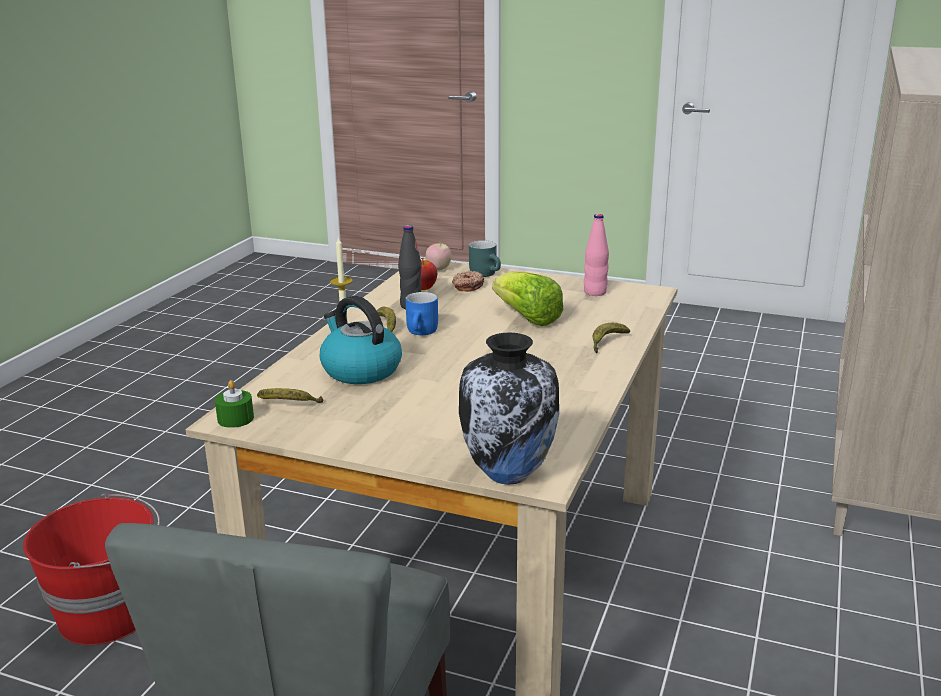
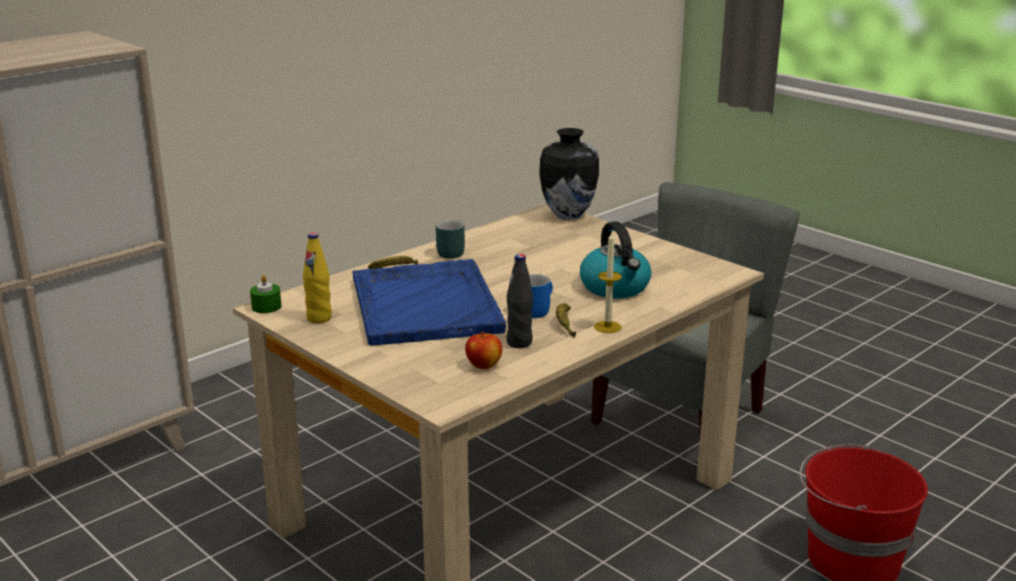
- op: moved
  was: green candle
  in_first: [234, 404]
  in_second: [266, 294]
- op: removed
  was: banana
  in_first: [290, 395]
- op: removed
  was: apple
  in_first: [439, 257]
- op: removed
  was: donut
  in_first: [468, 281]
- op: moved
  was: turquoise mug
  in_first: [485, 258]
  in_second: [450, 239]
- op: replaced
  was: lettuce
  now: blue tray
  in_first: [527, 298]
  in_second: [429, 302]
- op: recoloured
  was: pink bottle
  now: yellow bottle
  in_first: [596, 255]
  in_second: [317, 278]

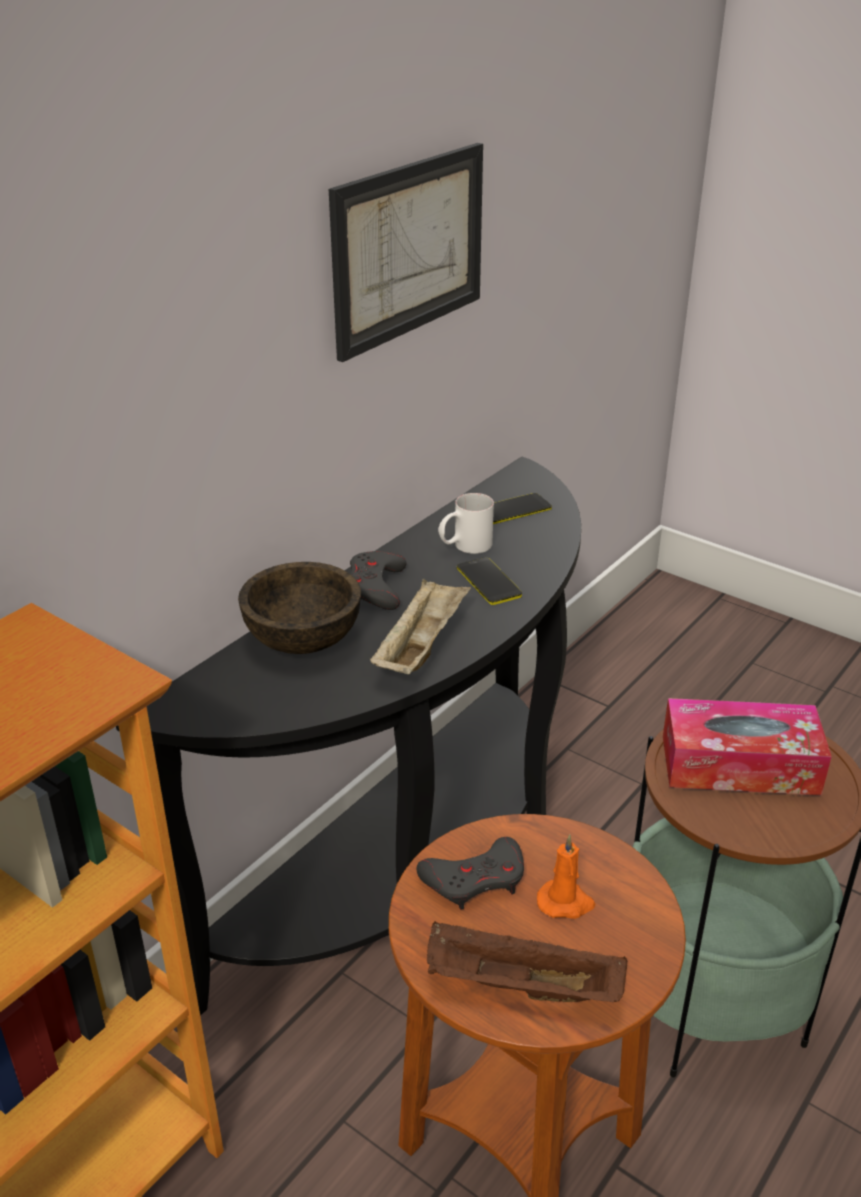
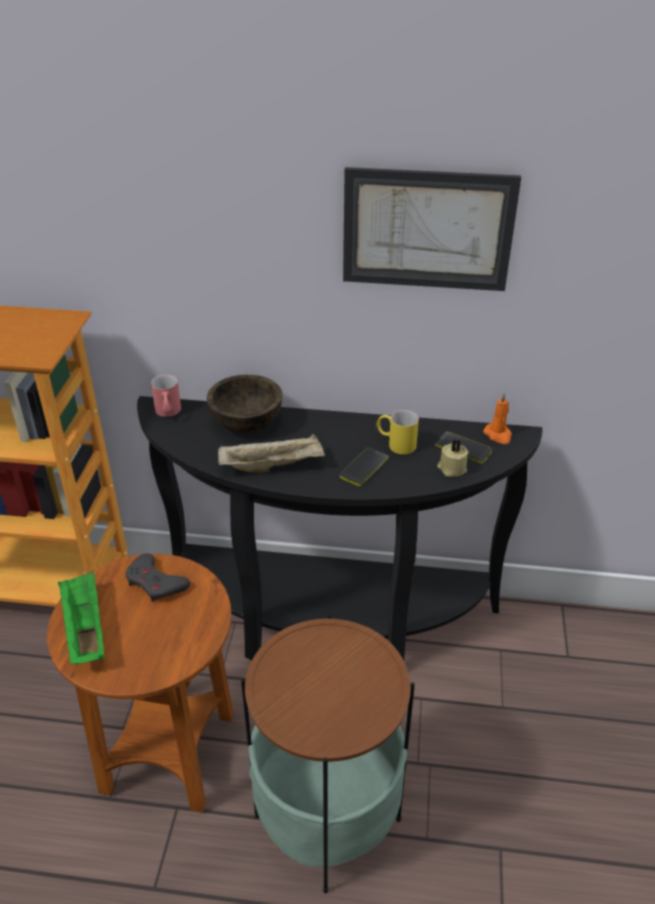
- op: removed
  was: grey game controller
  in_first: [378, 580]
- op: recoloured
  was: brown tray
  now: green tray
  in_first: [527, 961]
  in_second: [81, 617]
- op: recoloured
  was: white mug
  now: yellow mug
  in_first: [466, 523]
  in_second: [397, 432]
- op: moved
  was: orange candle
  in_first: [566, 876]
  in_second: [497, 418]
- op: removed
  was: tissue box
  in_first: [747, 747]
- op: added
  now: red mug
  in_second: [166, 396]
- op: added
  now: beige candle
  in_second: [452, 458]

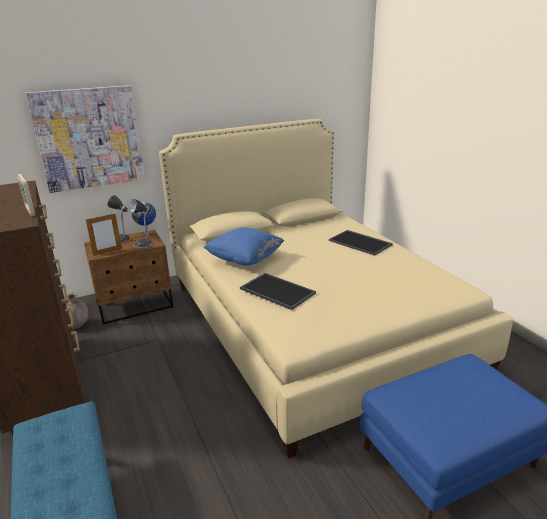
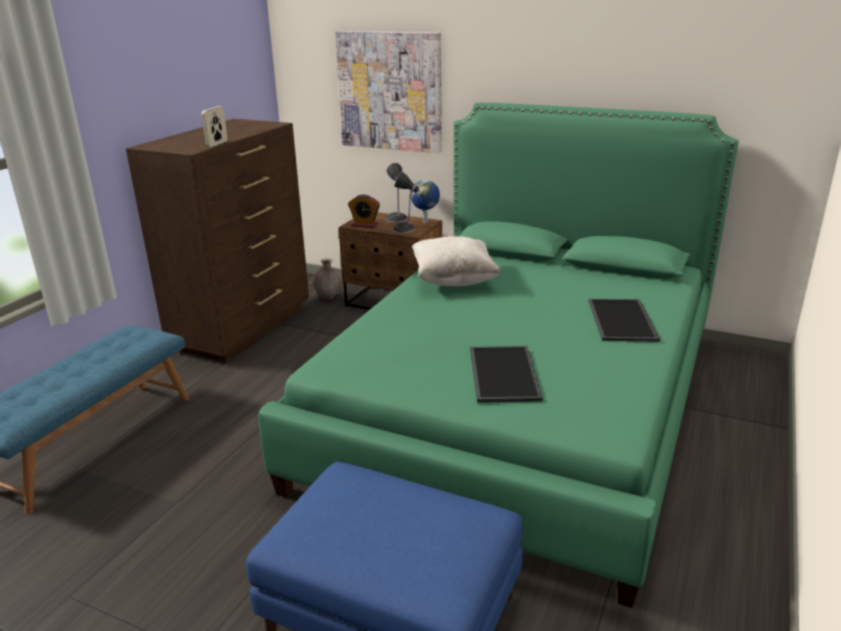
- op: replaced
  was: picture frame
  now: alarm clock
  in_first: [104, 234]
  in_second: [364, 211]
- op: recoloured
  was: beige bed
  now: green bed
  in_first: [336, 288]
  in_second: [498, 355]
- op: recoloured
  was: blue pillow
  now: beige pillow
  in_first: [243, 246]
  in_second: [456, 261]
- op: moved
  was: tray
  in_first: [278, 291]
  in_second: [506, 374]

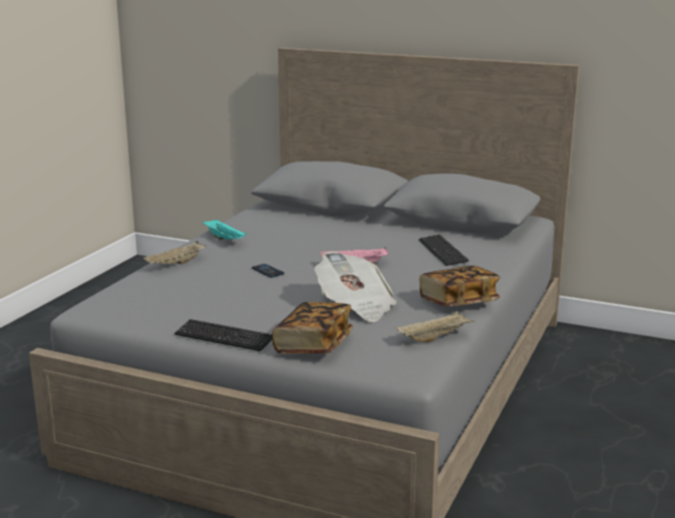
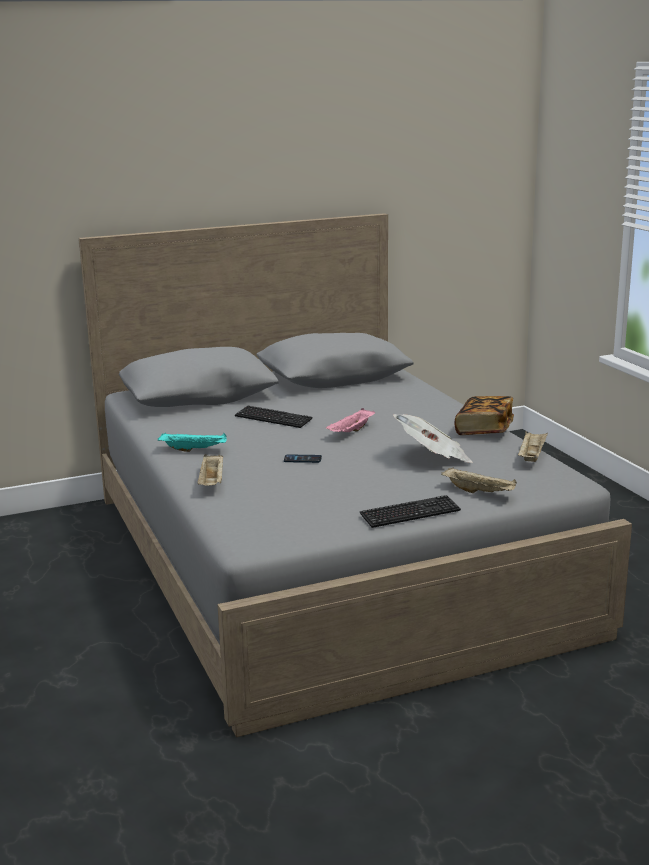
- op: replaced
  was: book
  now: beige tray
  in_first: [312, 328]
  in_second: [479, 480]
- op: moved
  was: keyboard
  in_first: [444, 250]
  in_second: [274, 417]

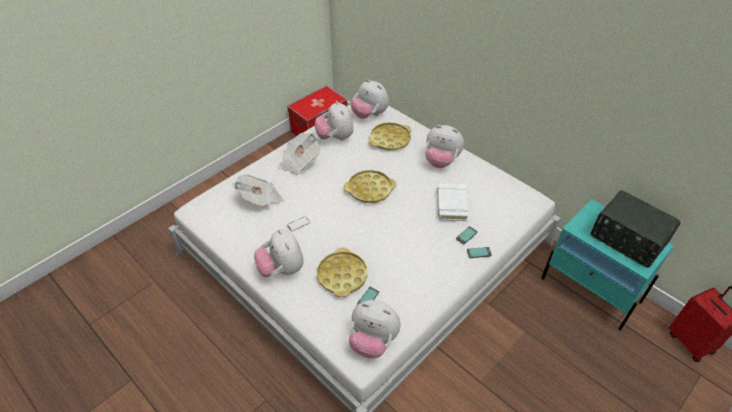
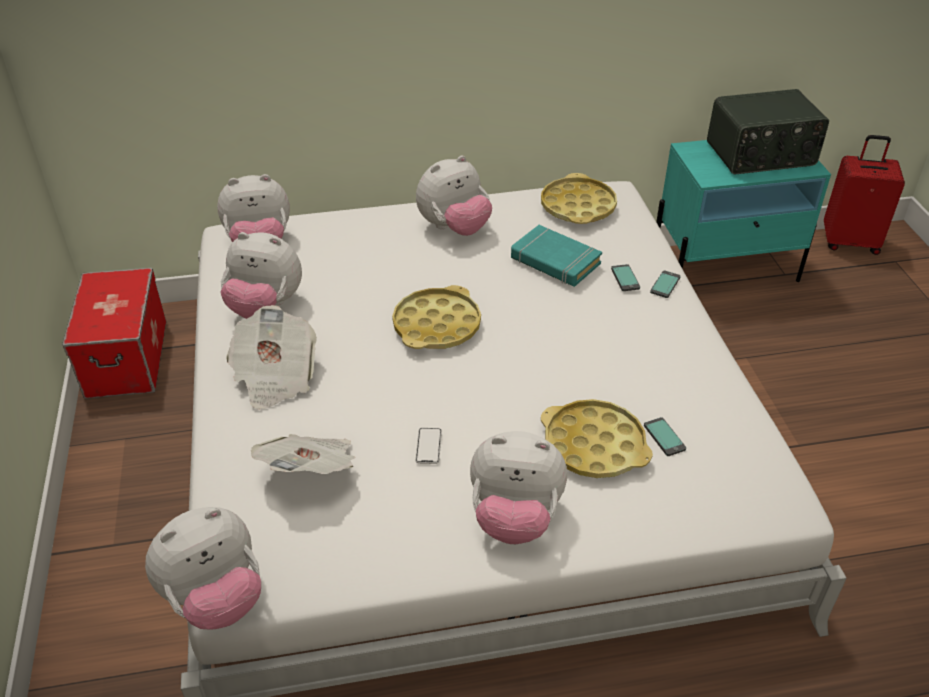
- op: moved
  was: plush toy
  in_first: [375, 329]
  in_second: [203, 568]
- op: moved
  was: yellow tray
  in_first: [390, 136]
  in_second: [579, 198]
- op: recoloured
  was: white book
  now: turquoise book
  in_first: [452, 202]
  in_second: [556, 256]

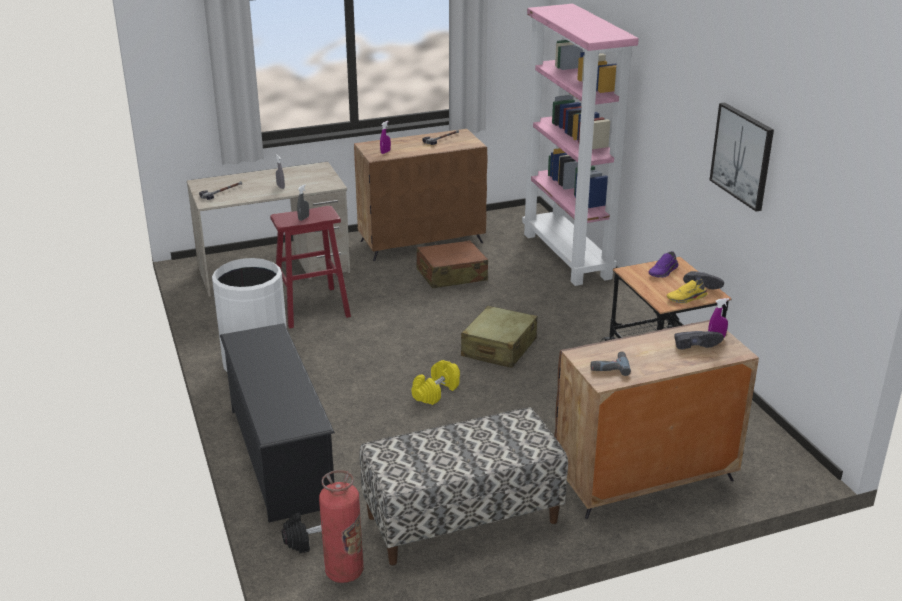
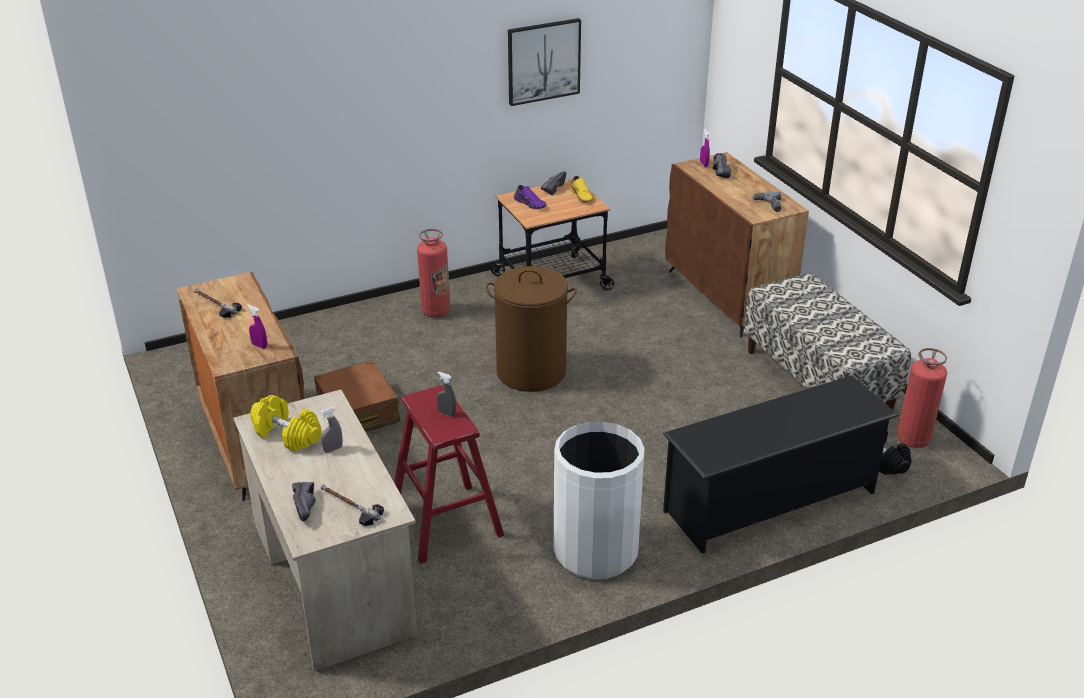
- op: moved
  was: yellow dumbbell
  in_first: [436, 382]
  in_second: [285, 423]
- op: replaced
  was: beige suitcase
  now: brown laundry basket
  in_first: [499, 337]
  in_second: [531, 329]
- op: removed
  was: pink bookcase
  in_first: [580, 145]
- op: added
  now: black shoe
  in_second: [304, 501]
- op: added
  now: fire extinguisher
  in_second: [434, 273]

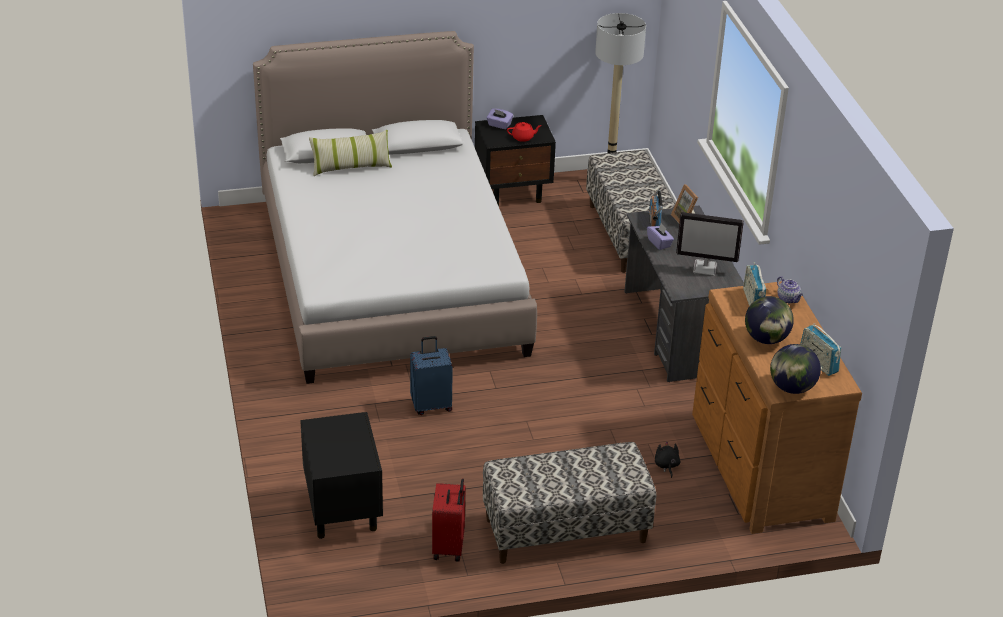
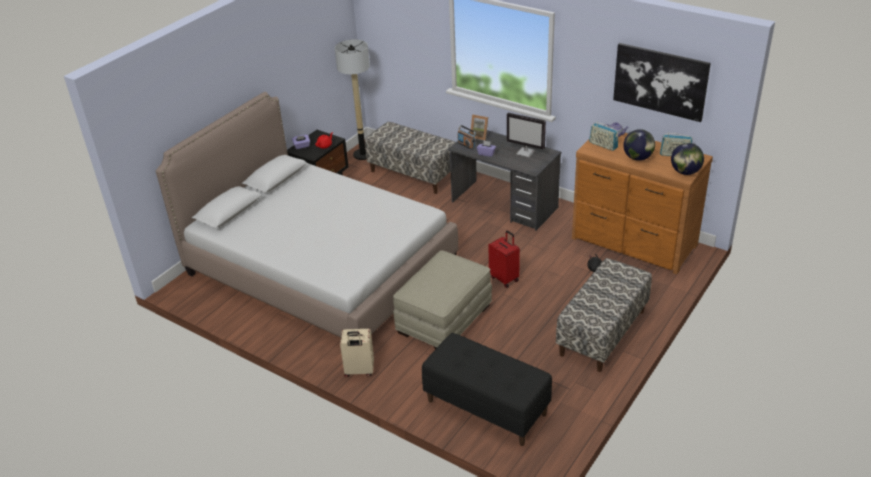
- op: replaced
  was: black nightstand
  now: black bench
  in_first: [341, 475]
  in_second: [487, 389]
- op: removed
  was: pillow
  in_first: [350, 153]
- op: replaced
  was: blue suitcase
  now: beige ottoman
  in_first: [431, 375]
  in_second: [442, 299]
- op: moved
  was: red suitcase
  in_first: [449, 520]
  in_second: [504, 259]
- op: turned
  was: monitor
  in_first: [710, 244]
  in_second: [526, 135]
  clockwise: 60
- op: added
  now: beige suitcase
  in_second: [357, 353]
- op: added
  now: picture
  in_second: [662, 82]

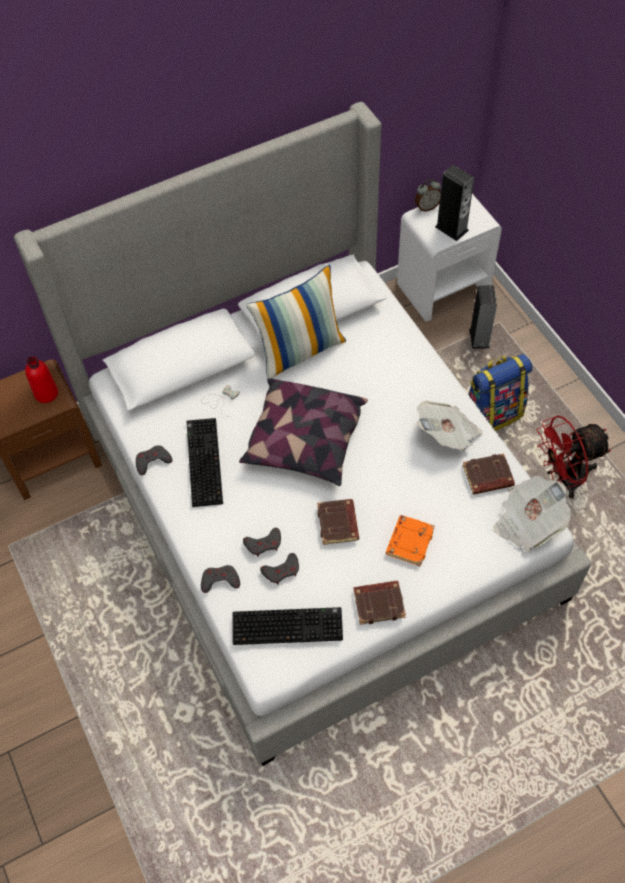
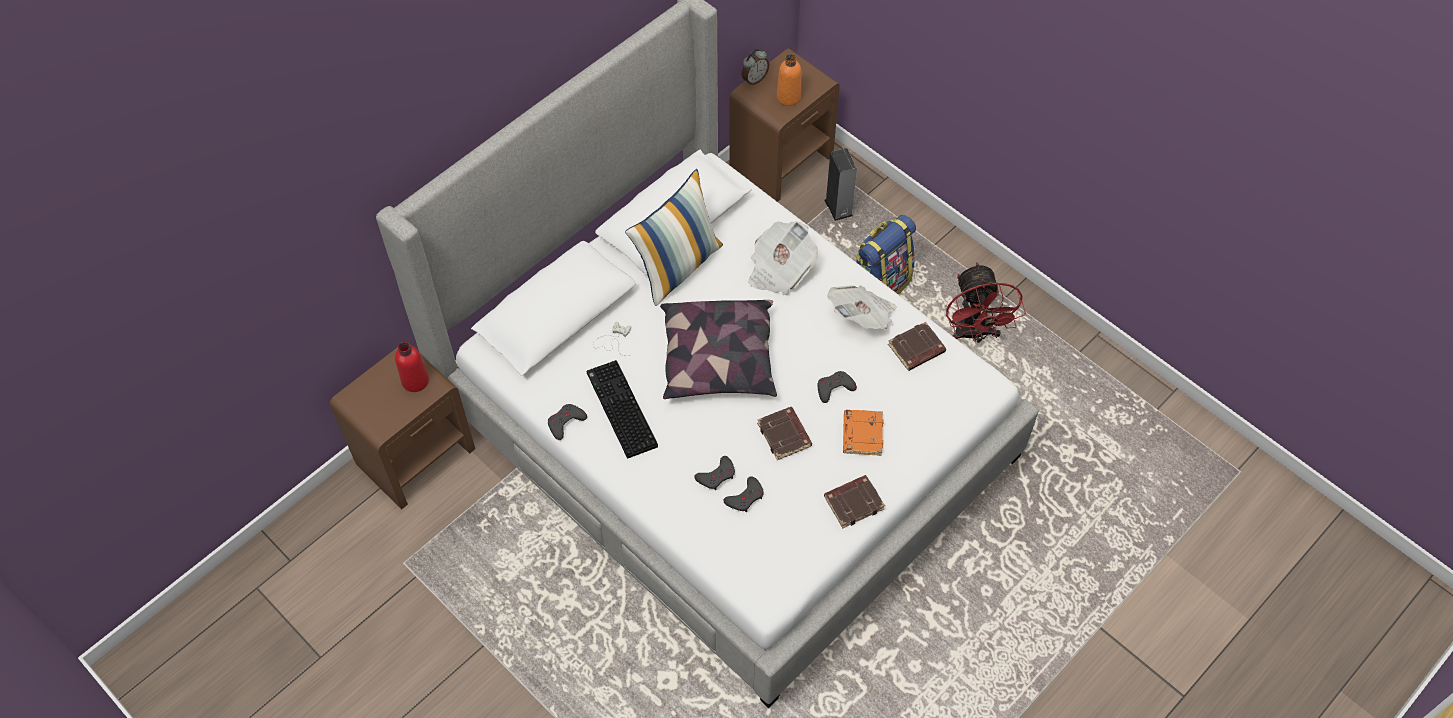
- op: moved
  was: grey game controller
  in_first: [220, 579]
  in_second: [837, 387]
- op: removed
  was: keyboard
  in_first: [287, 626]
- op: recoloured
  was: white nightstand
  now: brown nightstand
  in_first: [449, 258]
  in_second: [784, 125]
- op: replaced
  was: speaker
  now: orange bottle
  in_first: [454, 203]
  in_second: [789, 80]
- op: moved
  was: newspaper
  in_first: [532, 514]
  in_second: [783, 258]
- op: turned
  was: red fan
  in_first: [574, 457]
  in_second: [986, 302]
  clockwise: -60

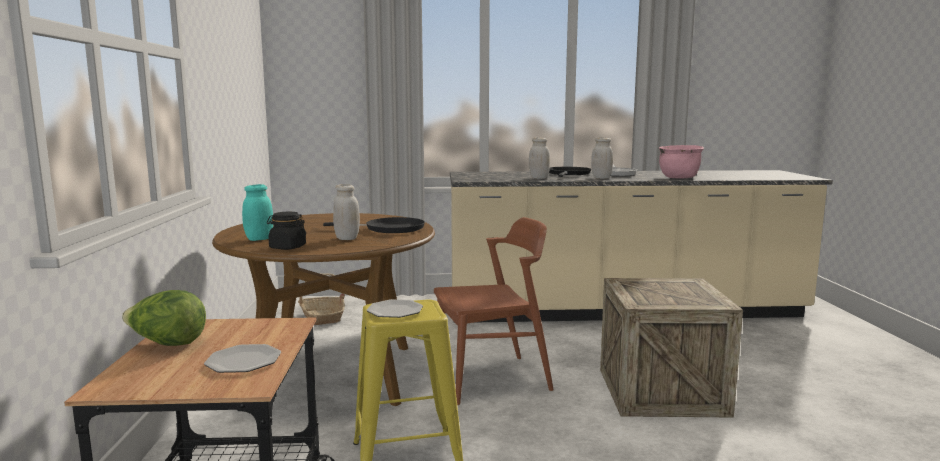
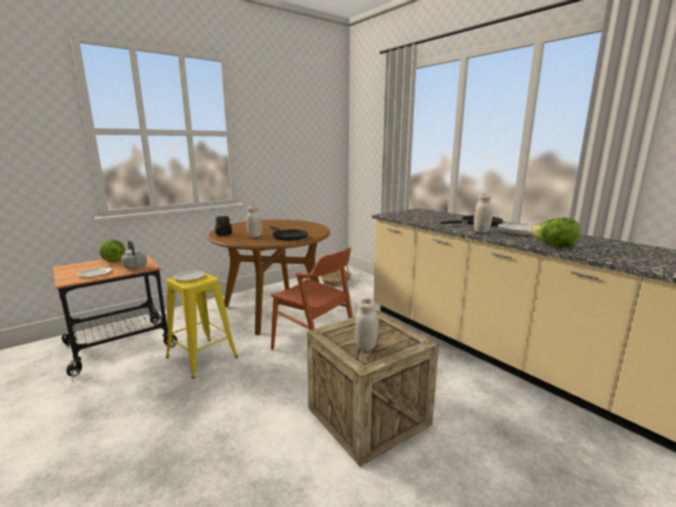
- op: removed
  was: turquoise jar
  in_first: [257, 212]
- op: moved
  was: white jar
  in_first: [539, 158]
  in_second: [366, 324]
- op: replaced
  was: pink cooking pot
  now: lettuce
  in_first: [681, 161]
  in_second: [554, 232]
- op: added
  now: grey kettle
  in_second: [134, 254]

